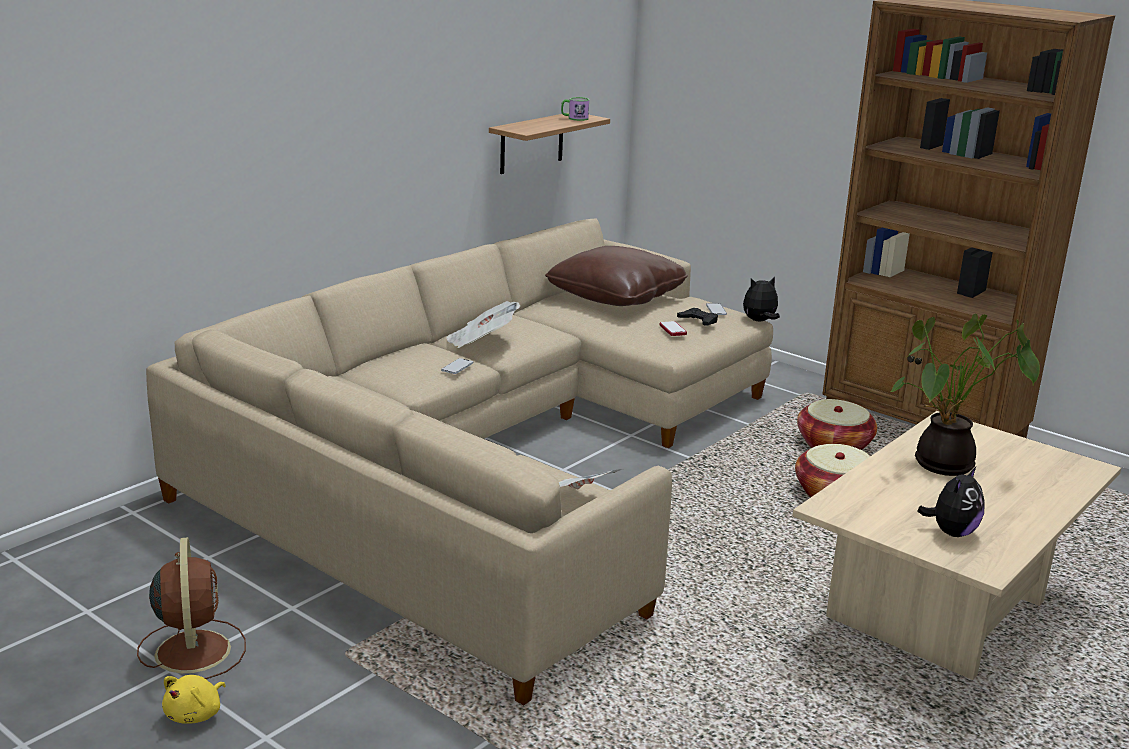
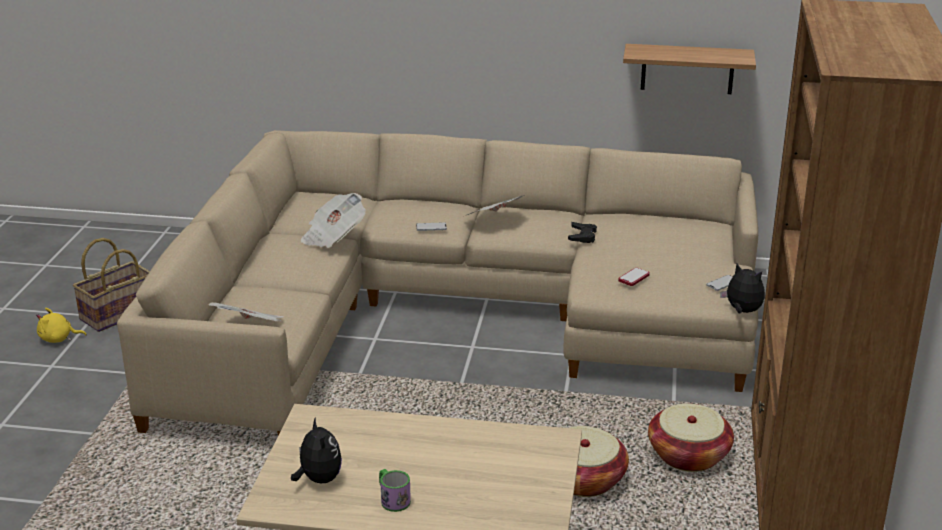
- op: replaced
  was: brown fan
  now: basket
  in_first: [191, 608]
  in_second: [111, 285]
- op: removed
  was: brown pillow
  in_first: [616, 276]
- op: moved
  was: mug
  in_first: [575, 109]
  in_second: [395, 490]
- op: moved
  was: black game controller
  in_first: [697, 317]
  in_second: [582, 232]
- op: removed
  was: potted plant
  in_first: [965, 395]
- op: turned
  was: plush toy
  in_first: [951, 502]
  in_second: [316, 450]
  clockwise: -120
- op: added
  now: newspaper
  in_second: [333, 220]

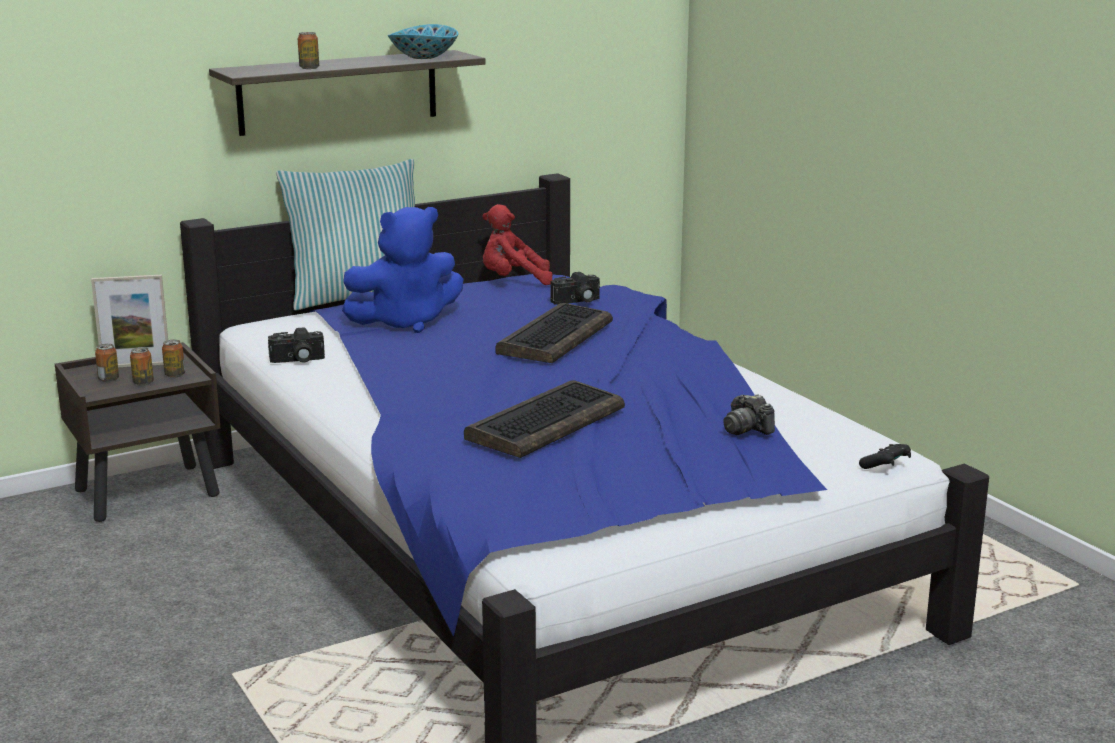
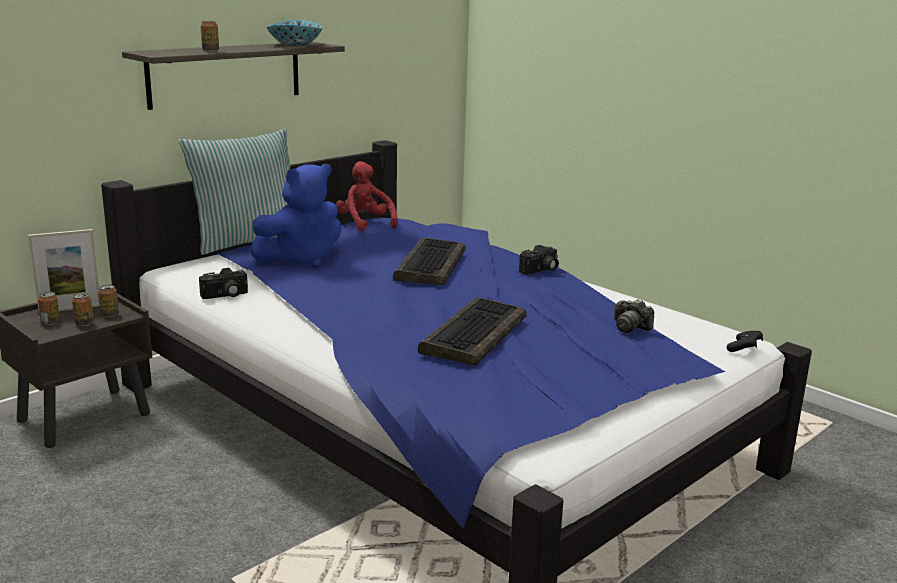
- op: turned
  was: red plush toy
  in_first: [517, 244]
  in_second: [367, 196]
  clockwise: 75
- op: moved
  was: photo camera
  in_first: [575, 288]
  in_second: [539, 260]

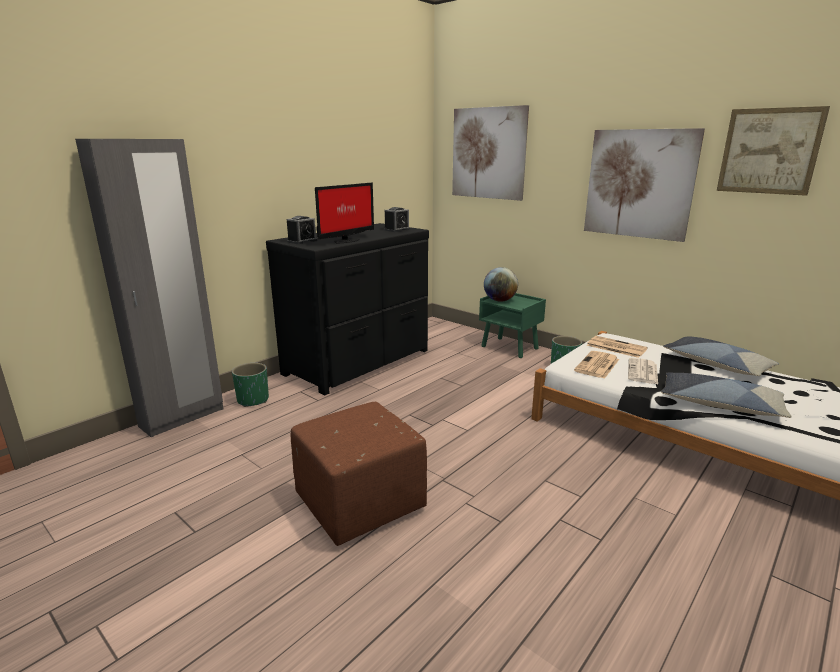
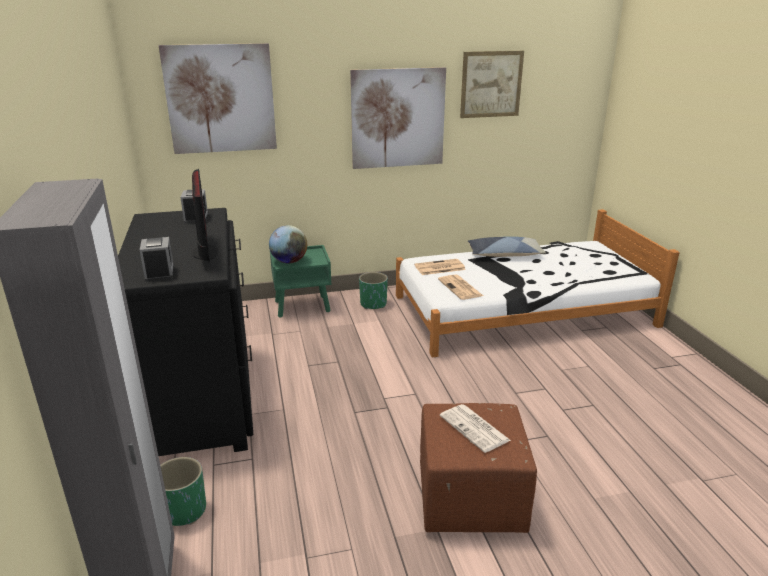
- op: moved
  was: newspaper
  in_first: [643, 371]
  in_second: [475, 428]
- op: removed
  was: pillow
  in_first: [726, 395]

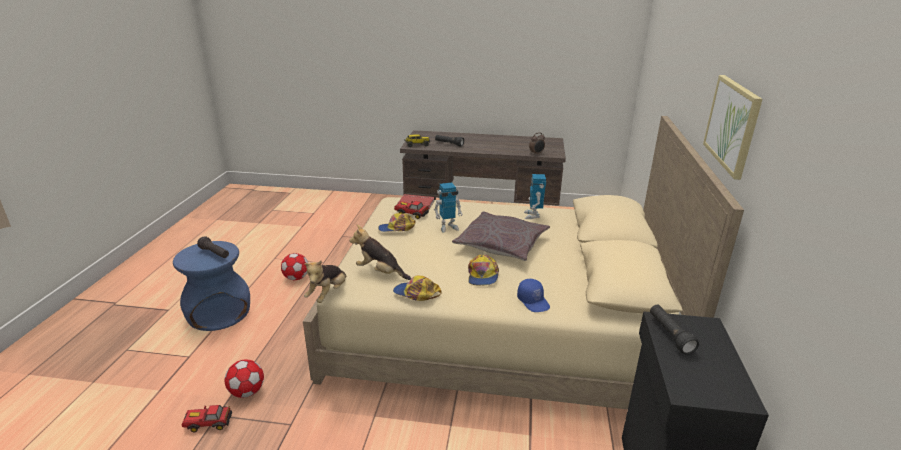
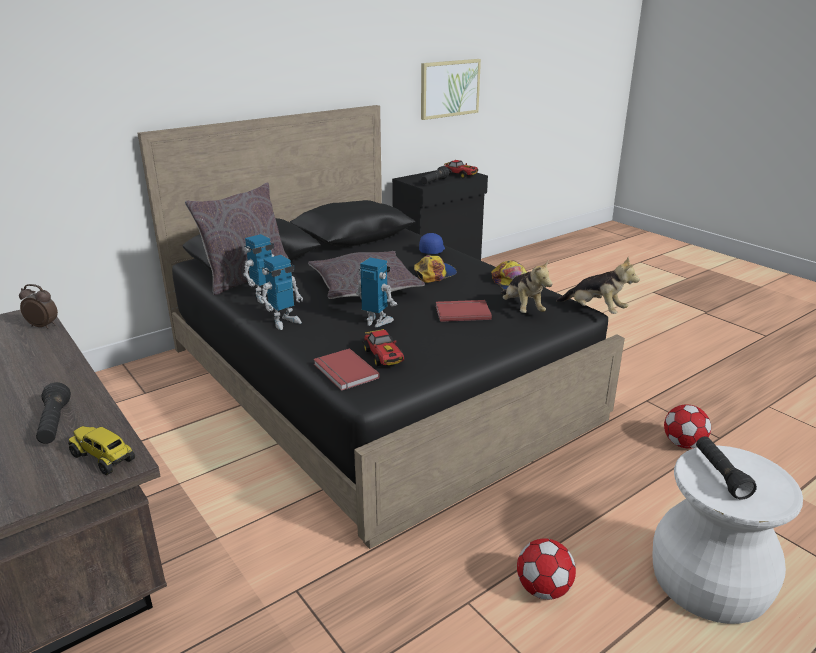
- op: recoloured
  was: blue stool
  now: white stool
  in_first: [211, 286]
  in_second: [727, 534]
- op: moved
  was: toy car
  in_first: [207, 419]
  in_second: [461, 169]
- op: recoloured
  was: beige bed
  now: black bed
  in_first: [523, 263]
  in_second: [381, 327]
- op: turned
  was: plush toy
  in_first: [325, 281]
  in_second: [598, 285]
  clockwise: 60
- op: removed
  was: cap
  in_first: [397, 222]
- op: moved
  was: picture
  in_first: [733, 127]
  in_second: [451, 89]
- op: added
  now: grey pillow
  in_second: [238, 238]
- op: added
  now: toy robot
  in_second: [282, 292]
- op: added
  now: red book
  in_second: [464, 311]

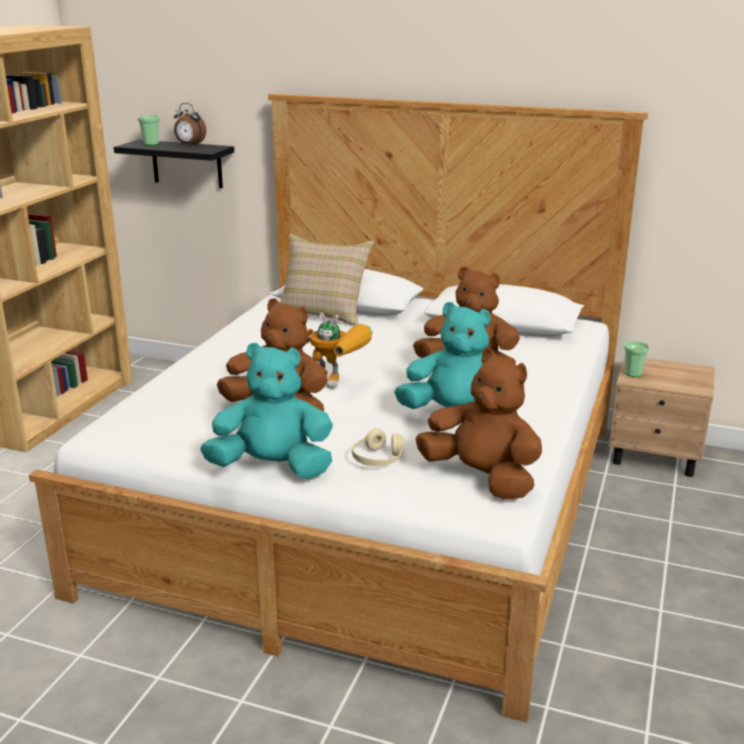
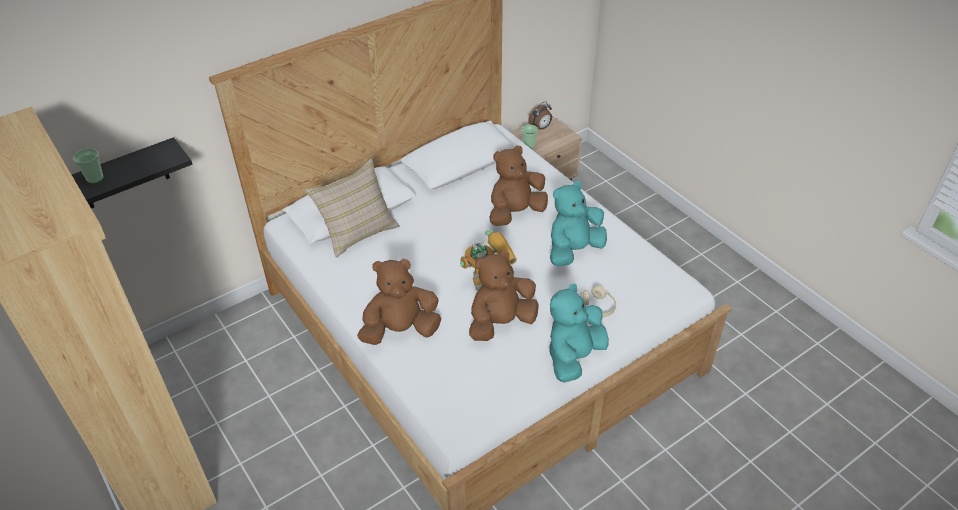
- op: moved
  was: alarm clock
  in_first: [190, 124]
  in_second: [540, 115]
- op: moved
  was: brown plush toy
  in_first: [478, 425]
  in_second: [399, 302]

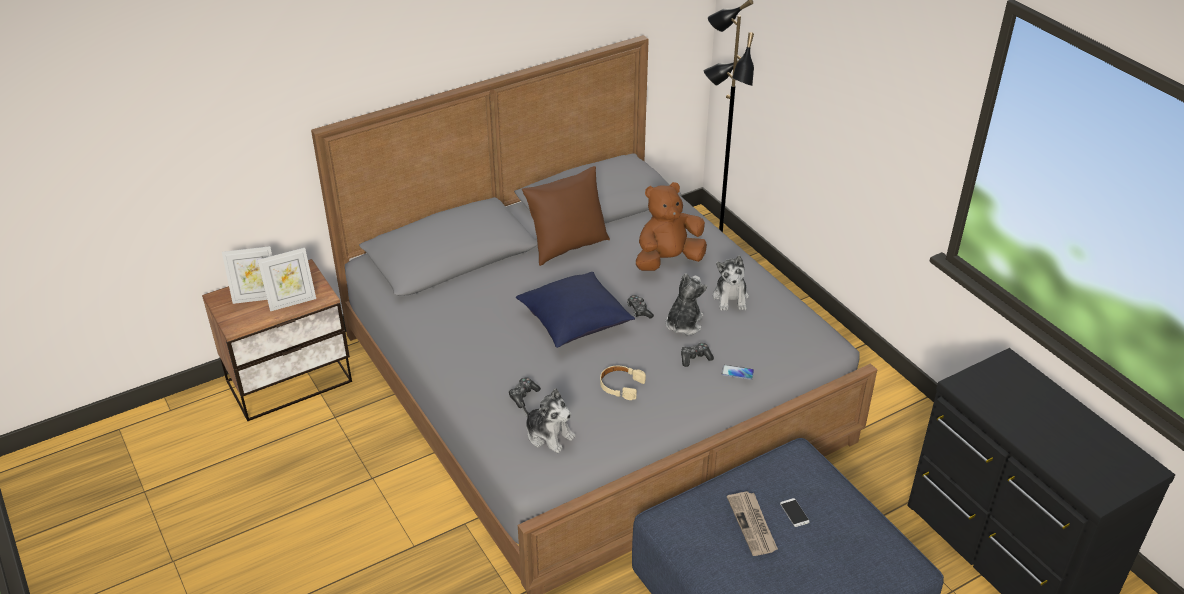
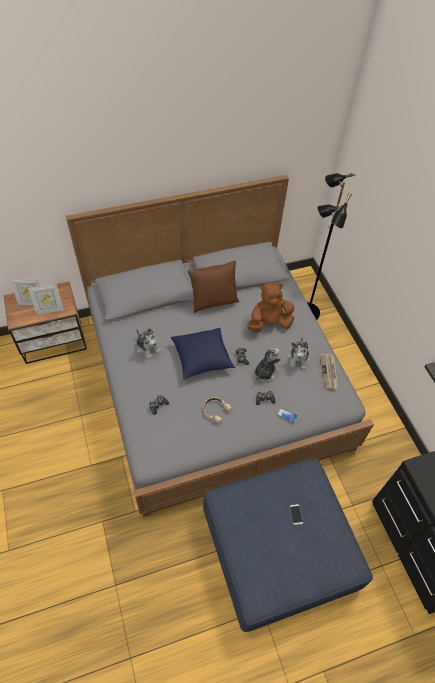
- op: moved
  was: plush toy
  in_first: [549, 420]
  in_second: [148, 343]
- op: moved
  was: newspaper
  in_first: [752, 523]
  in_second: [329, 371]

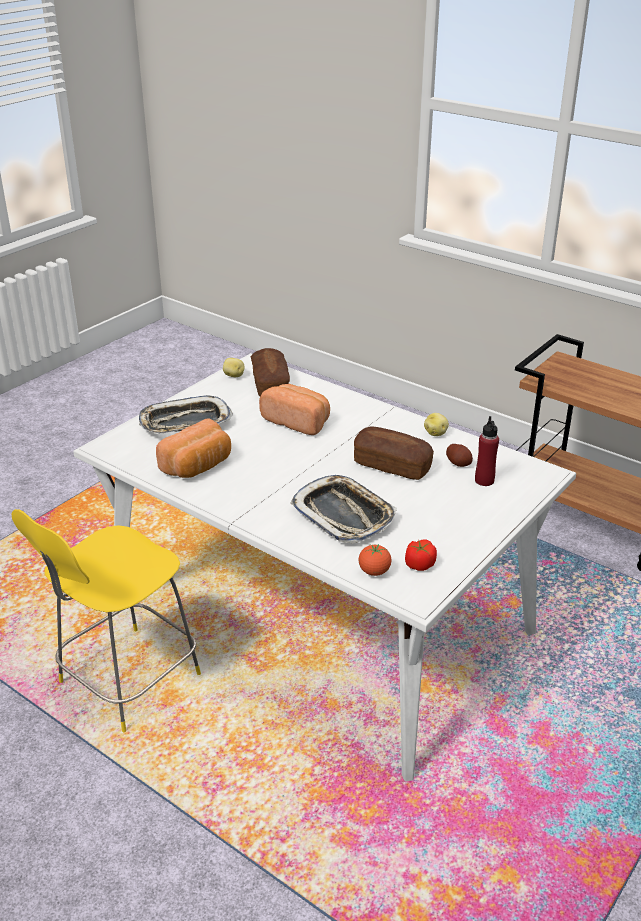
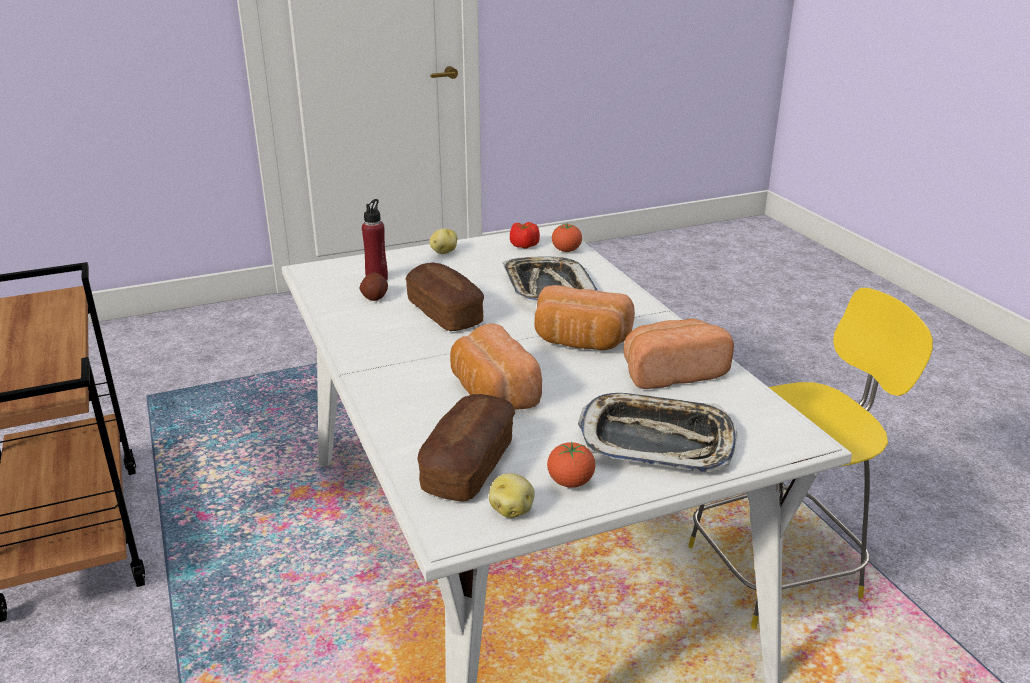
- op: moved
  was: potato
  in_first: [436, 424]
  in_second: [443, 241]
- op: added
  now: bread
  in_second: [584, 317]
- op: added
  now: tomato
  in_second: [571, 464]

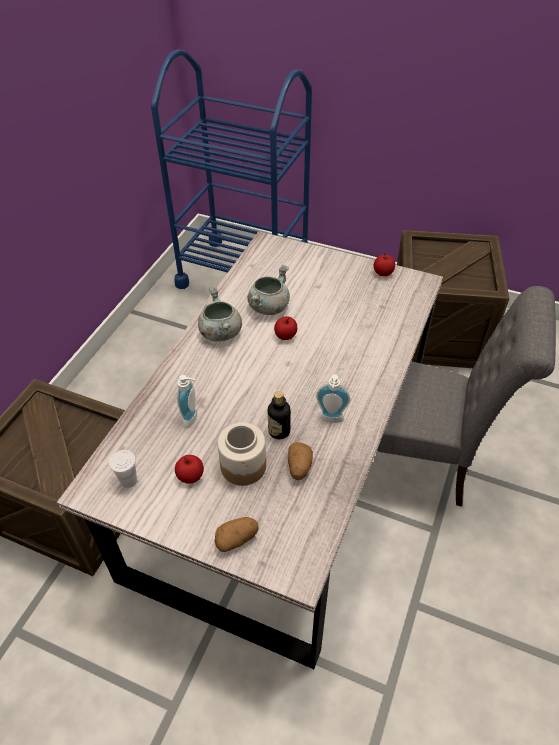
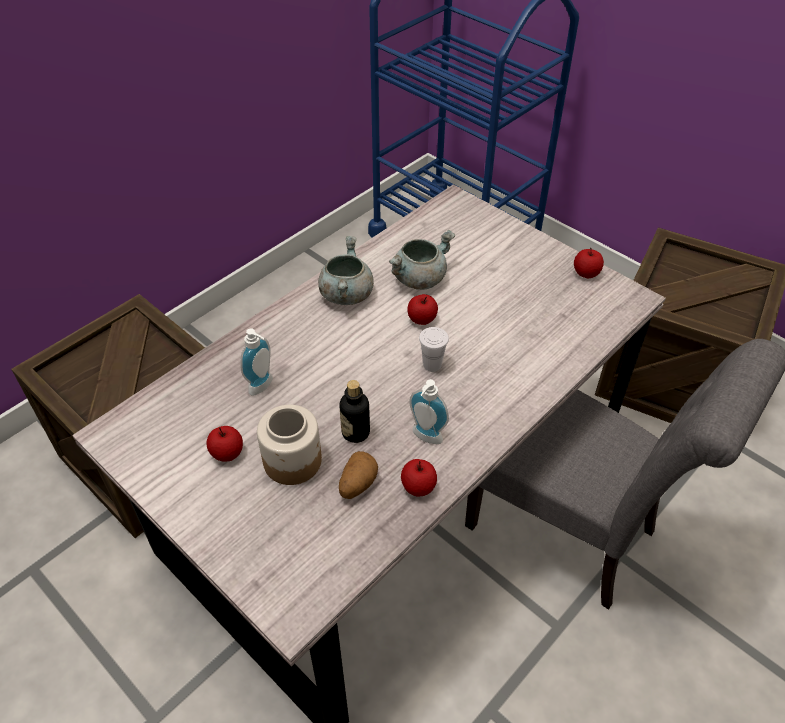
- op: moved
  was: white cup
  in_first: [123, 469]
  in_second: [434, 349]
- op: removed
  was: potato
  in_first: [236, 534]
- op: added
  now: apple
  in_second: [419, 478]

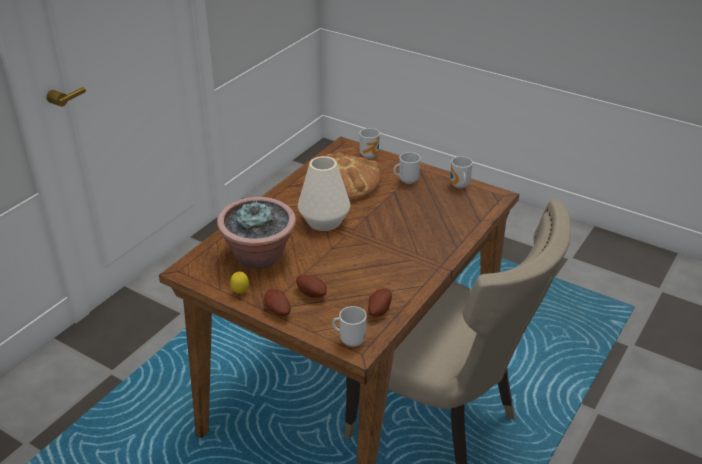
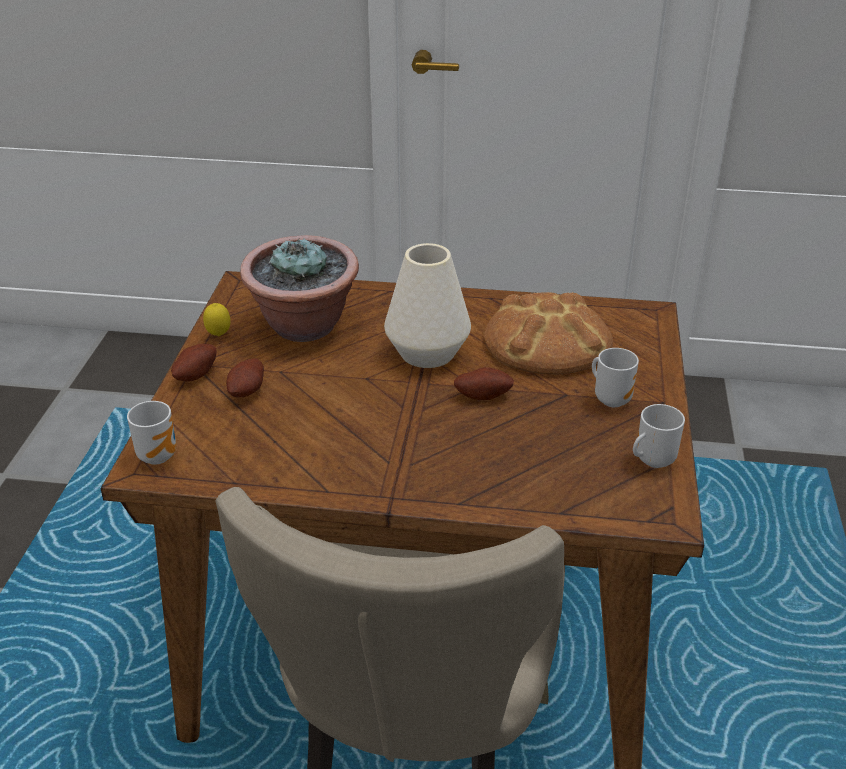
- op: removed
  was: mug
  in_first: [369, 143]
- op: moved
  was: potato
  in_first: [380, 302]
  in_second: [484, 383]

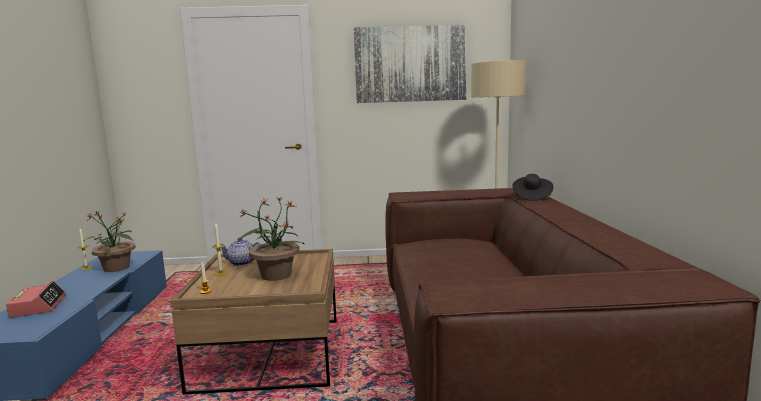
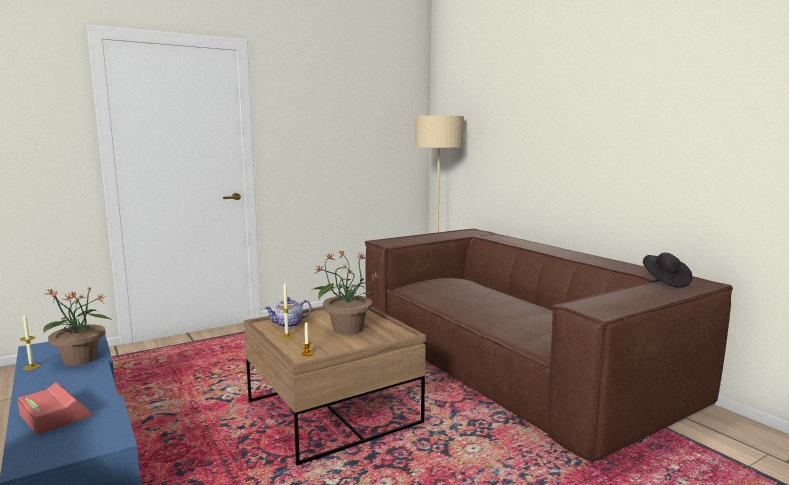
- op: removed
  was: picture
  in_first: [410, 64]
- op: moved
  was: black hat
  in_first: [533, 187]
  in_second: [667, 270]

